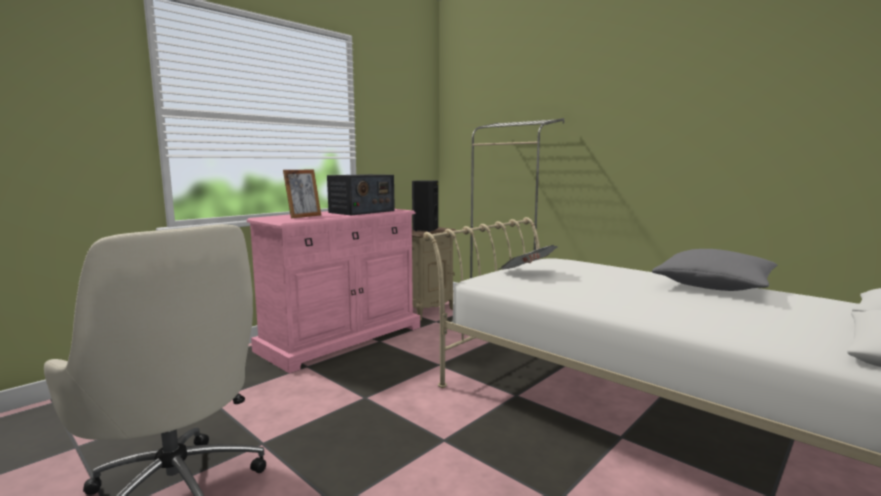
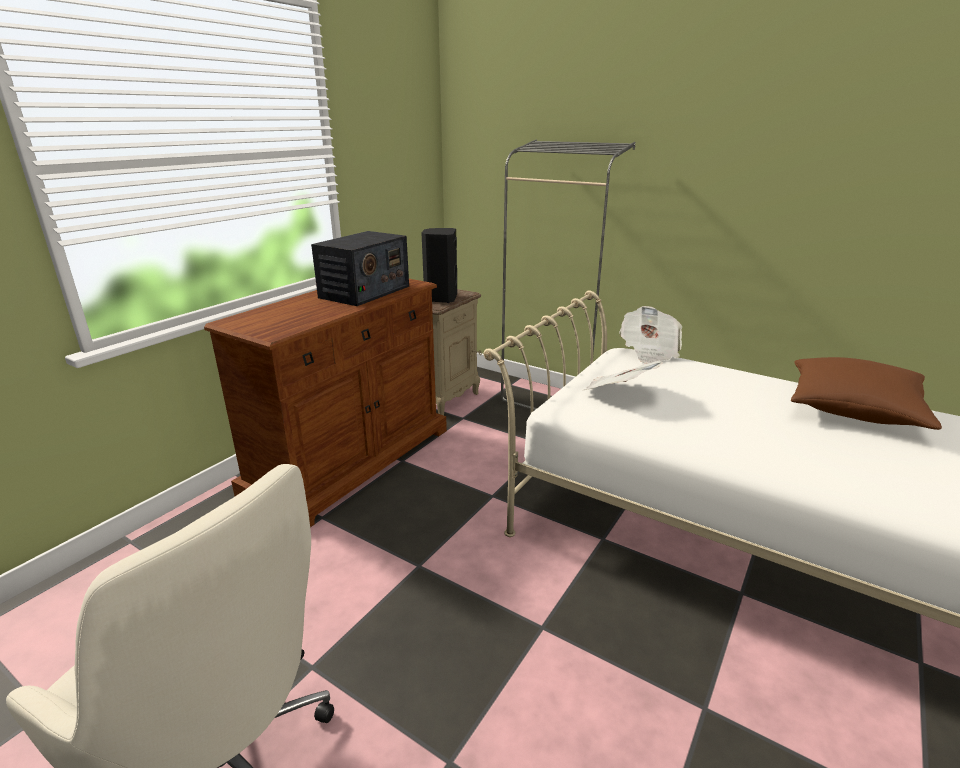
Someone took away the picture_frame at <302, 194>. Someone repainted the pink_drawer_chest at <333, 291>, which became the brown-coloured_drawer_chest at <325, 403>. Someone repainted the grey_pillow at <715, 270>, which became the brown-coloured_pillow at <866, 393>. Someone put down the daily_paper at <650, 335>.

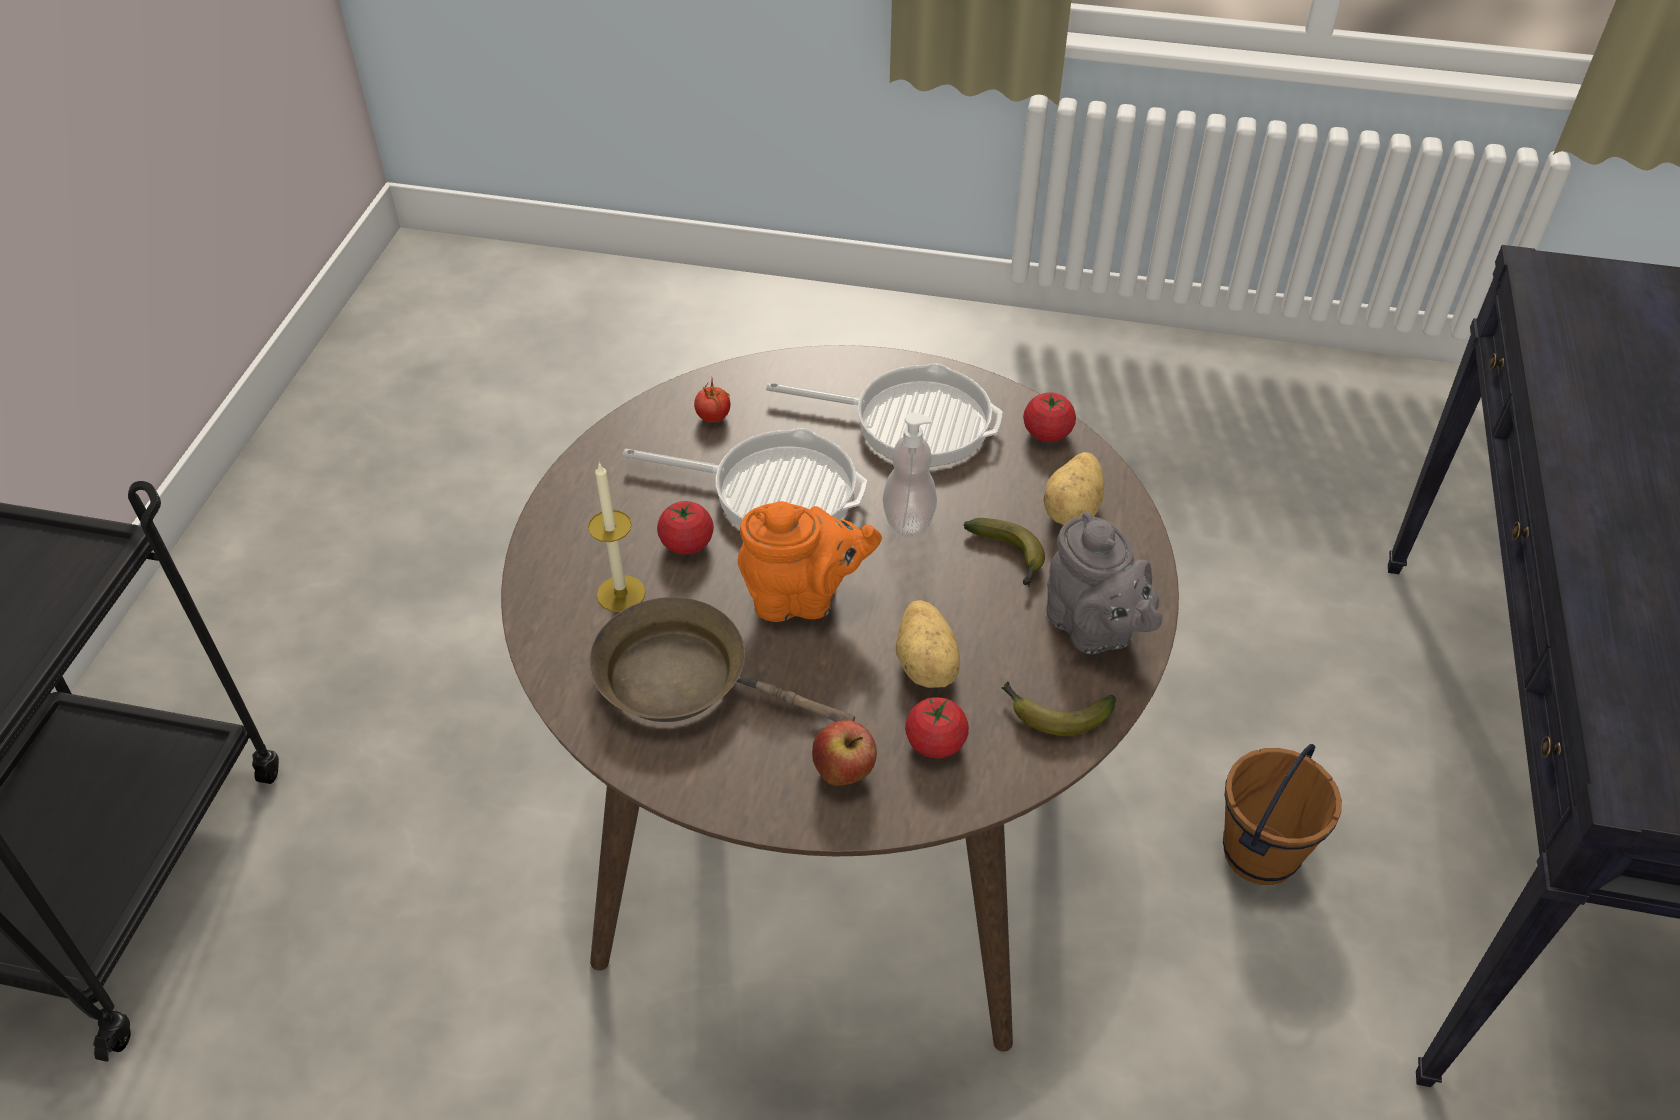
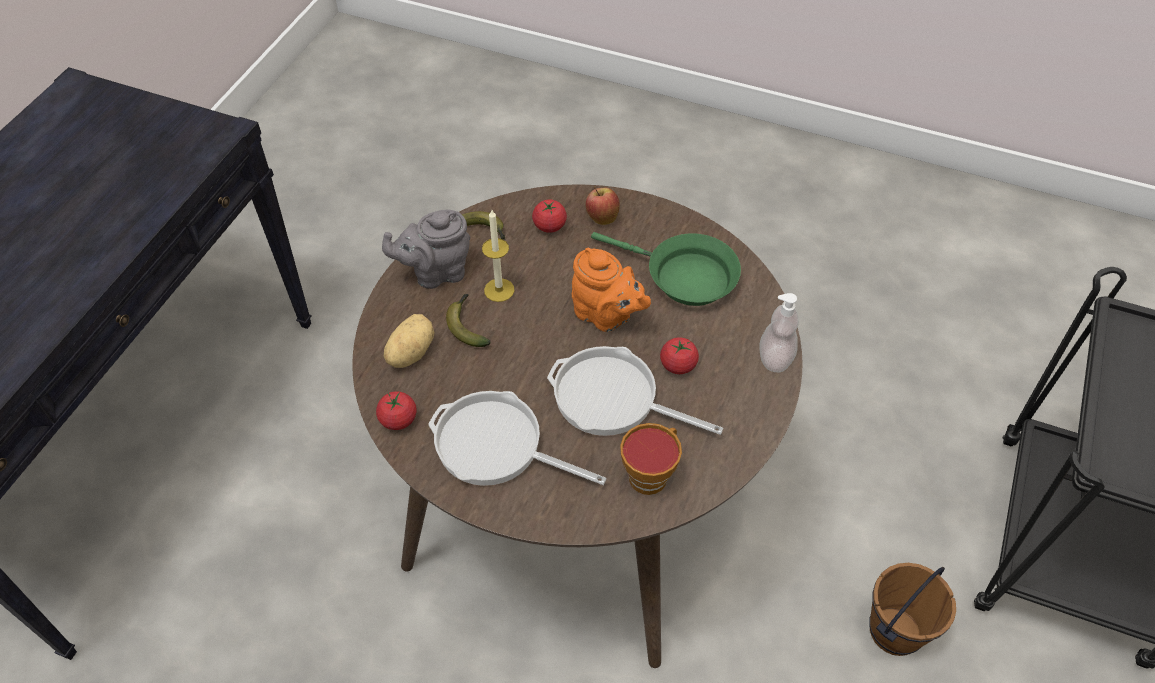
Someone swapped the whole_tomato at <712, 401> for the small_cup at <651, 459>. Someone carried the soap_bottle from <910, 474> to <779, 332>. Someone carried the wax_candle from <617, 537> to <498, 256>. Someone rotated the orange-coloured_tea_pot at <810, 561> by 150 degrees counterclockwise. Someone rotated the grey_tea_pot at <1104, 583> by 90 degrees counterclockwise. Someone repainted the brown-coloured_skillet at <722, 659>, which became the green-coloured_skillet at <666, 269>. Someone took away the spud at <928, 644>. Someone carried the brown-coloured_water_bucket from <1282, 814> to <912, 609>.

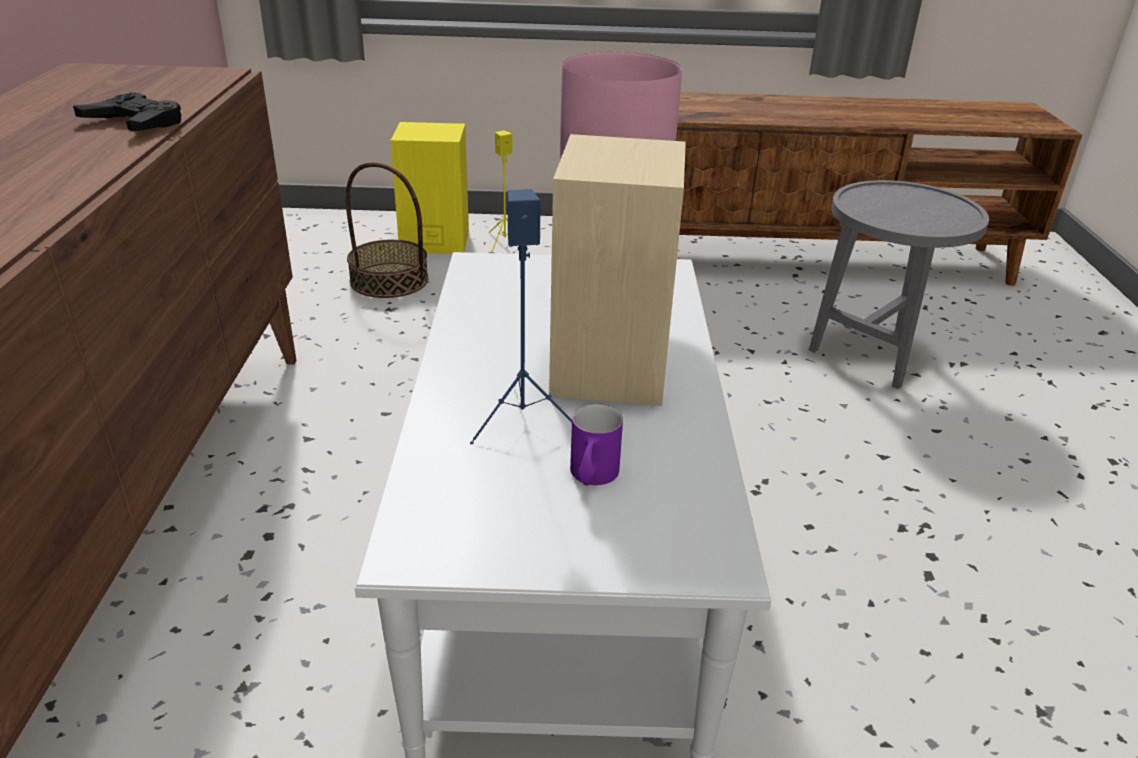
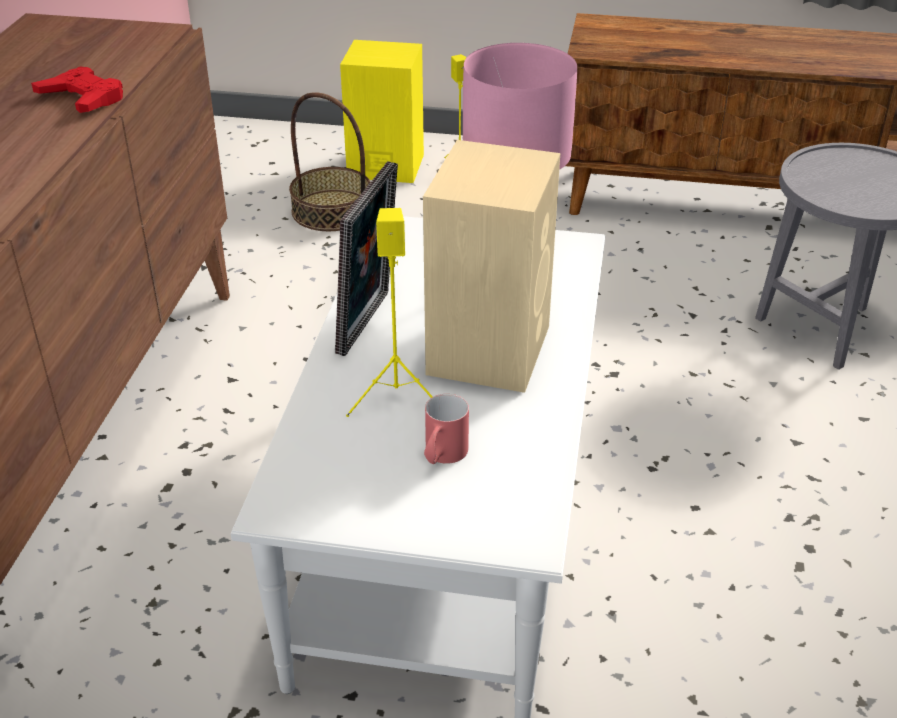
Someone repainted the blackish_game_controller at <127, 112>, which became the red-coloured_game_controller at <77, 89>. Someone repainted the blue_speaker at <521, 316>, which became the yellow-coloured_speaker at <389, 312>. Someone repainted the purple-coloured_mug at <596, 445>, which became the red-coloured_mug at <446, 429>. Someone put down the picture_frame at <366, 258>.

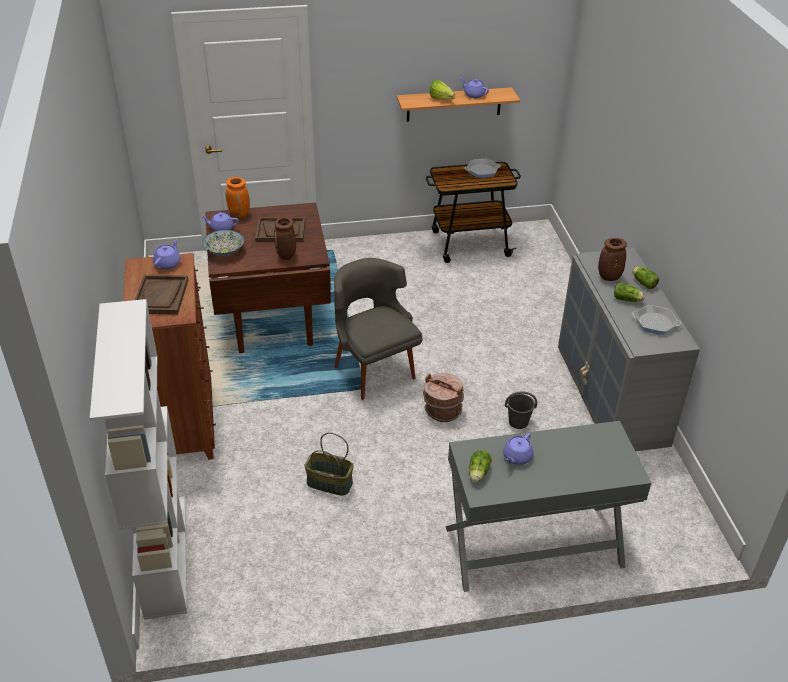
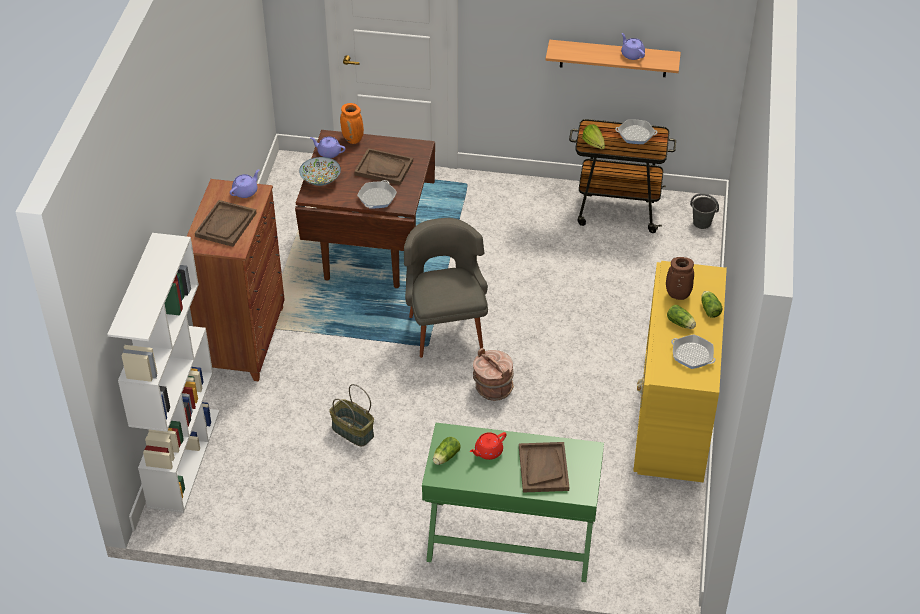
Someone carried the lettuce from <442, 90> to <593, 136>. Someone swapped the brown-coloured_vase at <285, 238> for the skillet at <377, 194>. Someone repainted the grey_cabinet at <629, 349>, which became the yellow-coloured_cabinet at <680, 372>. Someone carried the grey_water_bucket from <521, 410> to <704, 211>. Someone repainted the grey_hall_table at <549, 506>, which became the green-coloured_hall_table at <513, 502>. Someone repainted the purple-coloured_tea_pot at <518, 449>, which became the red-coloured_tea_pot at <488, 446>. Someone put down the brown-coloured_carrying_tray at <544, 467>.

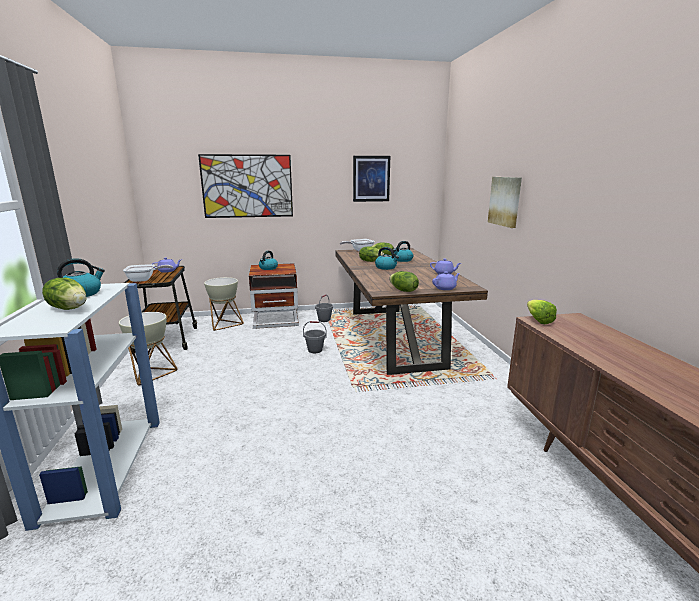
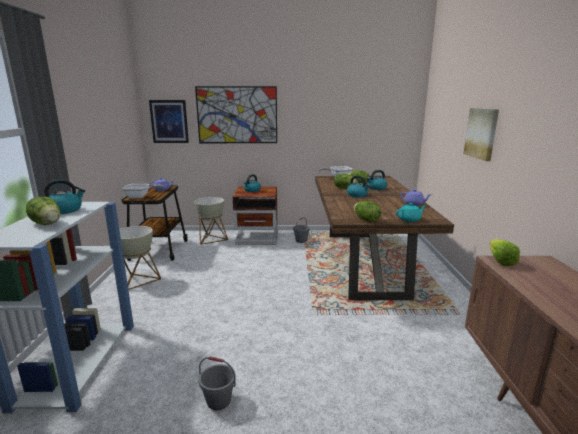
Someone carried the picture from <371, 179> to <169, 121>. Someone repainted the purple-coloured_tea_pot at <446, 281>, which became the turquoise_tea_pot at <411, 212>. Someone carried the grey_water_bucket from <315, 337> to <217, 383>.

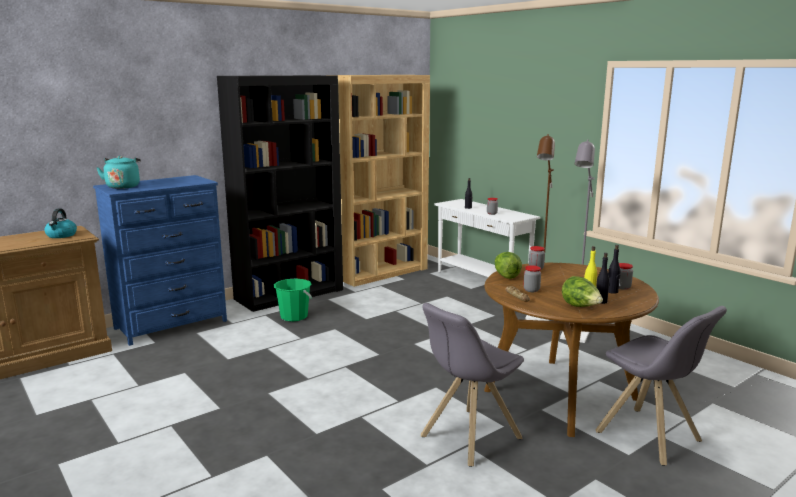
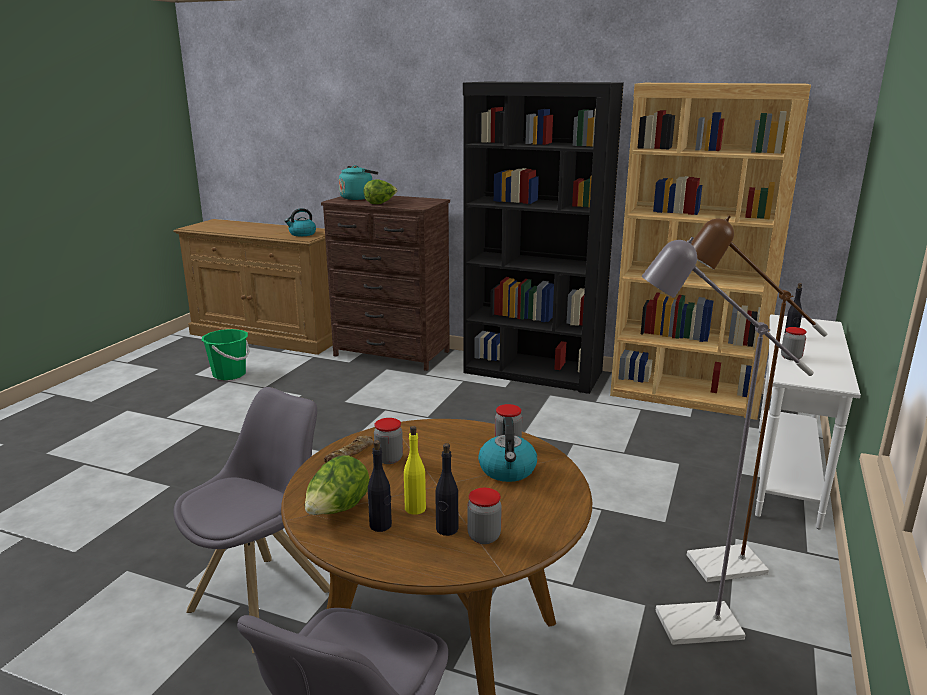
Someone repainted the blue_drawer_chest at <160, 260>, which became the brown-coloured_drawer_chest at <385, 283>. Someone carried the lettuce from <508, 265> to <381, 192>. Someone carried the green-coloured_water_bucket from <292, 300> to <225, 354>. Someone rotated the grey_upright_chair at <472, 385> by 105 degrees clockwise. Someone put down the tea_kettle at <507, 449>.

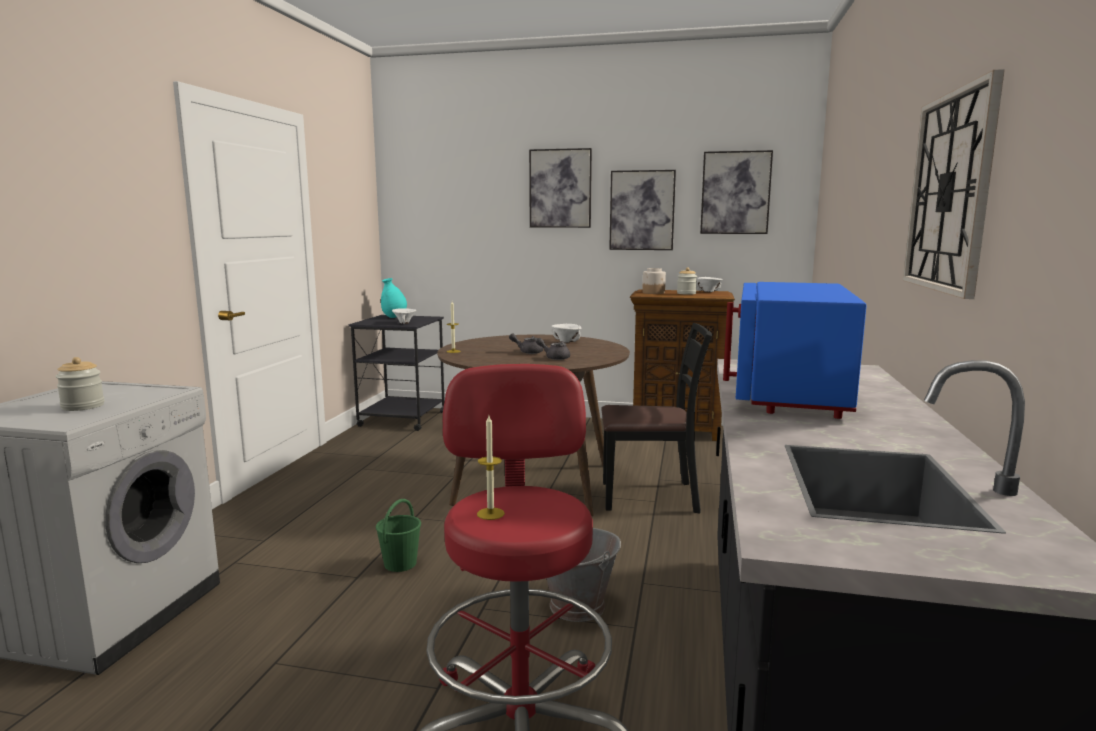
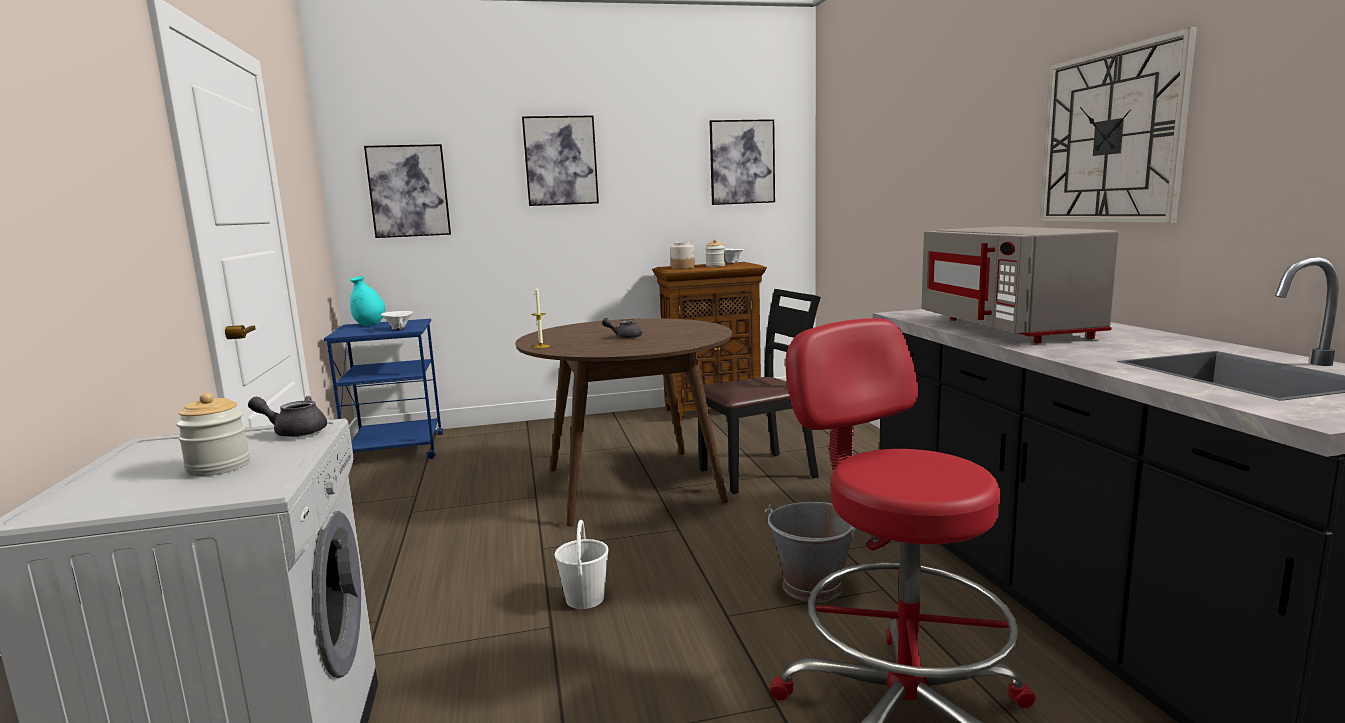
Someone carried the picture from <642, 210> to <407, 191>. Someone repainted the blue_microwave at <795, 350>, which became the grey_microwave at <1020, 284>. Someone repainted the blackish_trolley at <397, 373>, which became the blue_trolley at <383, 392>. Someone took away the white_serving_bowl at <566, 333>. Someone carried the grey_tea_pot from <553, 349> to <287, 416>. Someone took away the wax_candle at <491, 467>. Someone repainted the green-coloured_water_bucket at <398, 535>, which became the white_water_bucket at <582, 564>.

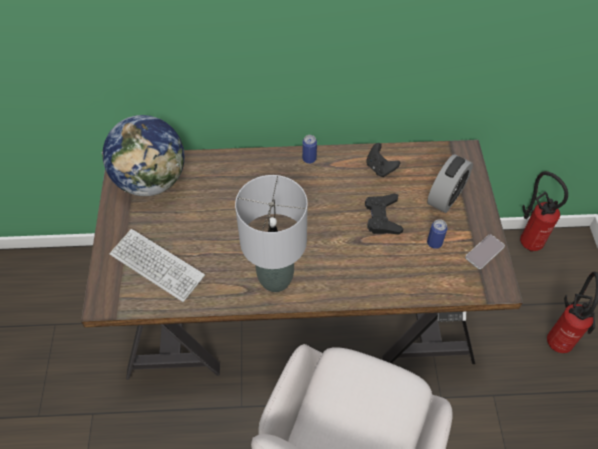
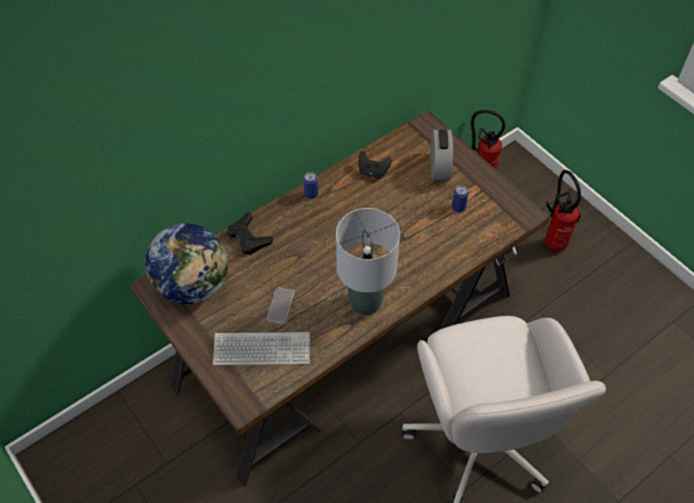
Someone carried the blackish_game_controller from <384, 214> to <250, 233>. Someone carried the phone from <485, 252> to <280, 306>.

